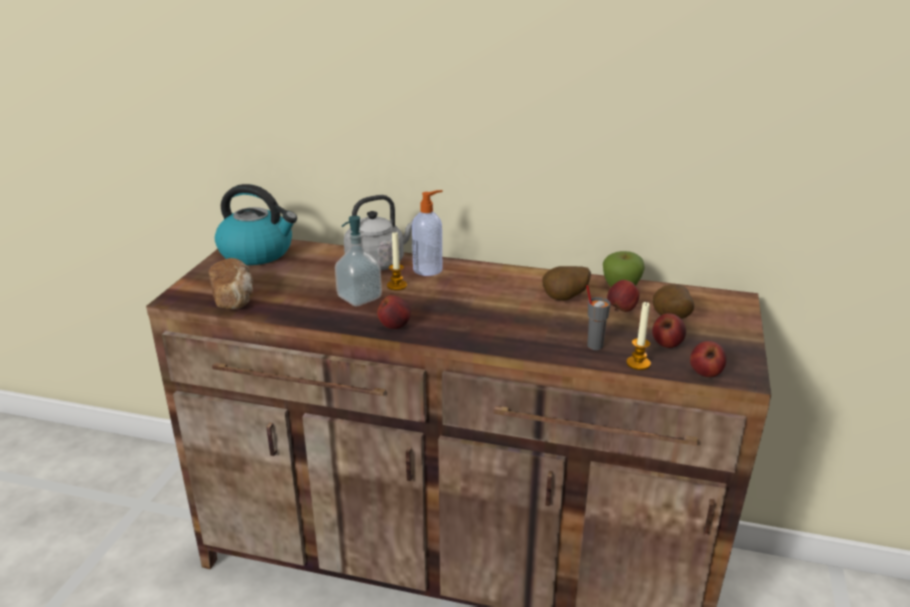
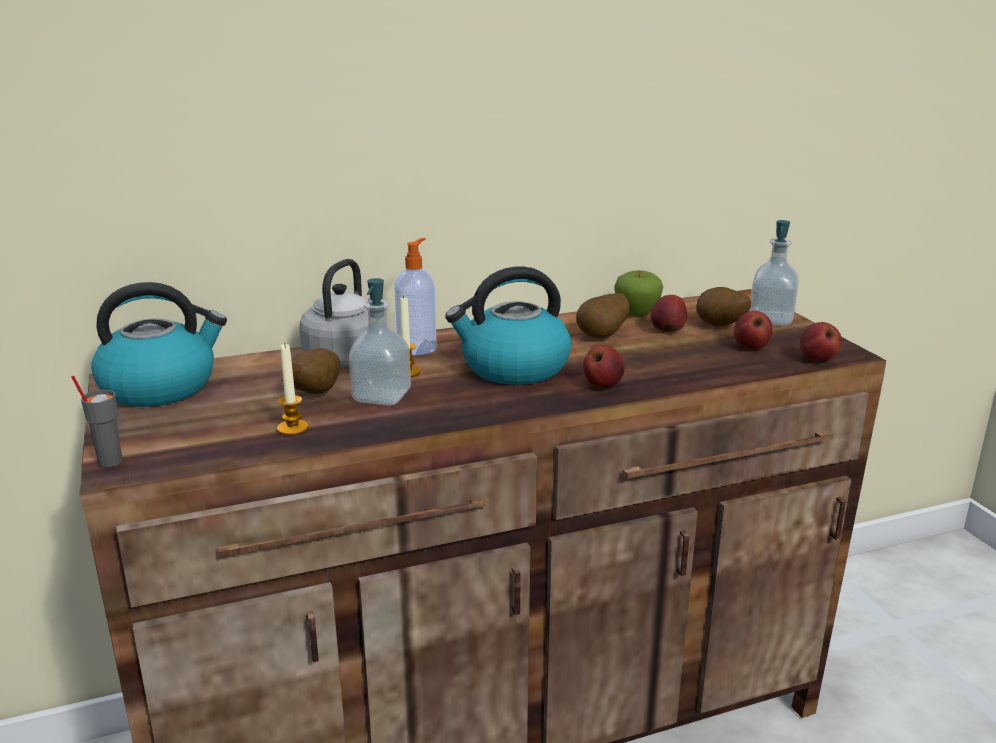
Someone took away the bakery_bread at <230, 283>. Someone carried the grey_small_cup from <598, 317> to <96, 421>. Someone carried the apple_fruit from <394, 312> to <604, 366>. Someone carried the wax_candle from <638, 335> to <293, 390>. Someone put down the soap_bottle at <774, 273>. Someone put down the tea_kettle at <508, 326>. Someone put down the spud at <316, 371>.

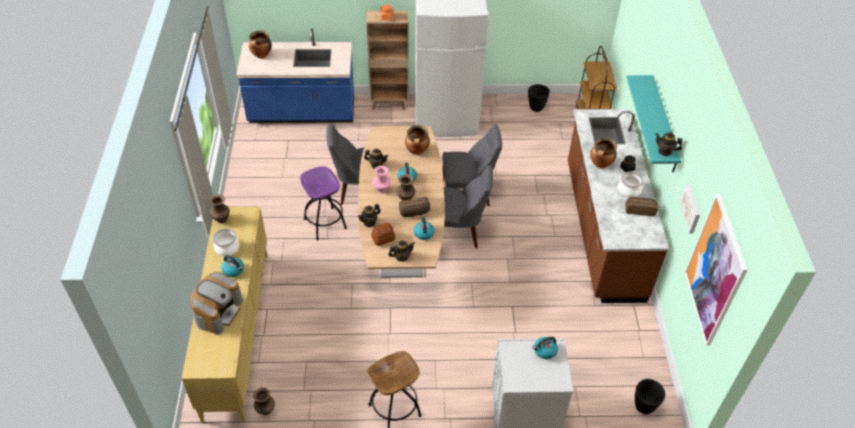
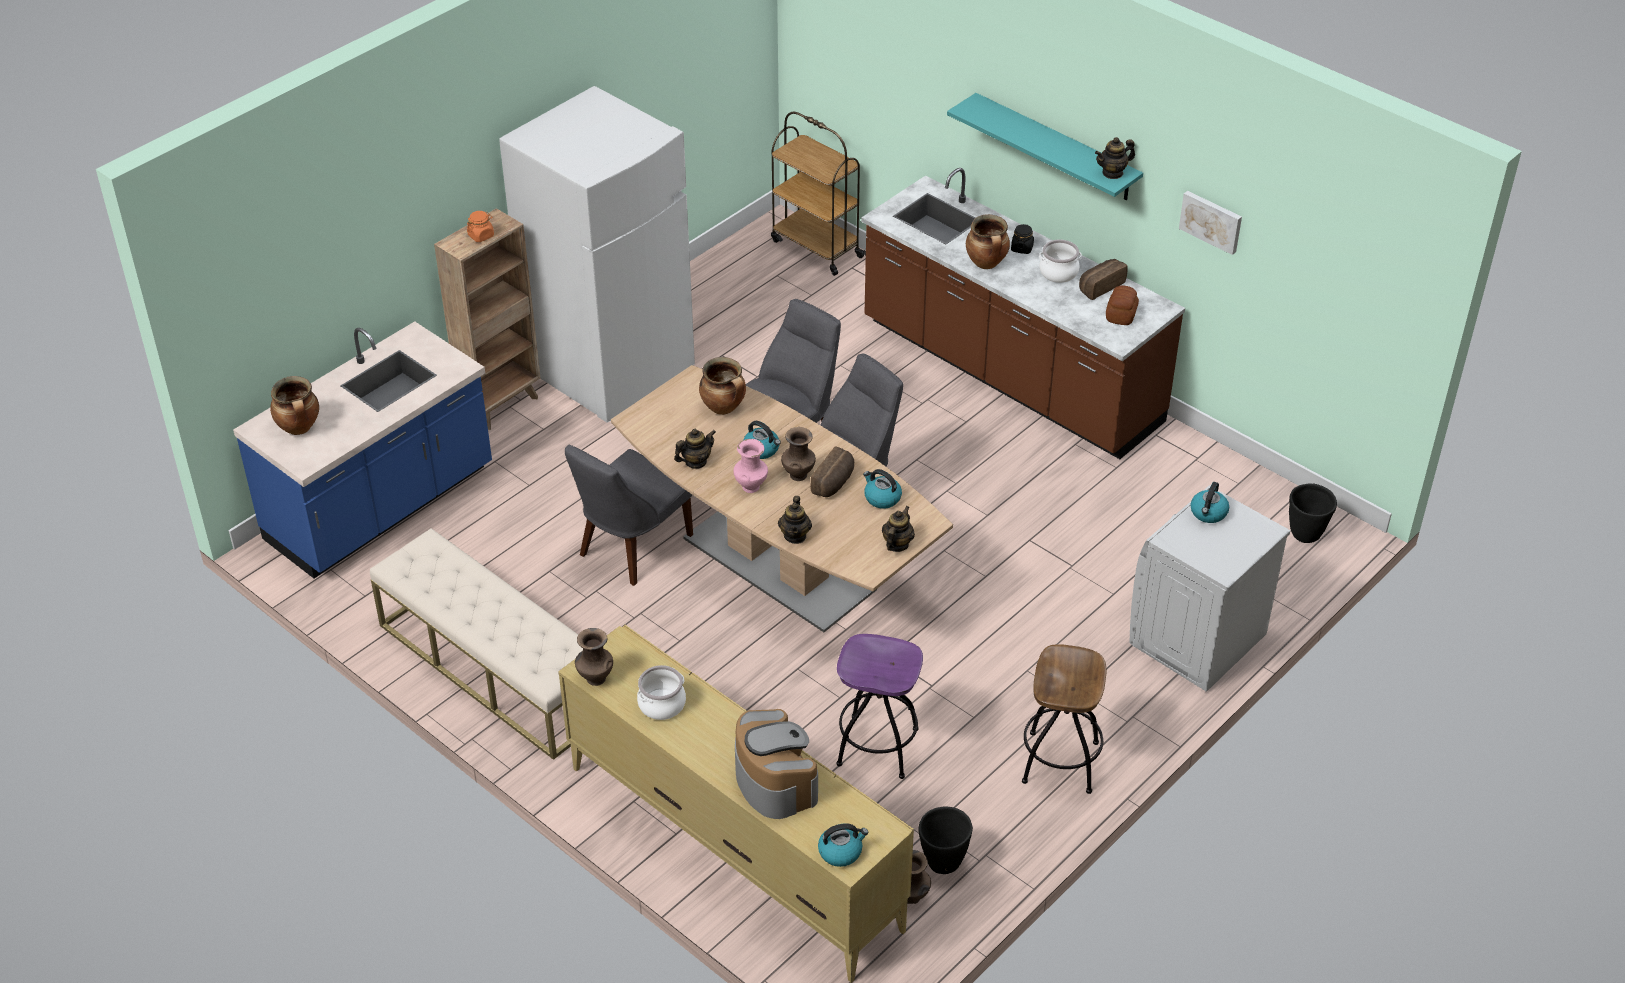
Someone carried the blackish_flower_pot from <539, 98> to <945, 840>. Someone carried the purple-coloured_sitting_stool from <323, 203> to <880, 706>. Someone took away the picture at <716, 270>. Someone carried the bakery_bread from <383, 234> to <1122, 305>. Someone carried the tea_kettle from <232, 266> to <843, 845>. Someone put down the beige_indoor_bench at <476, 644>.

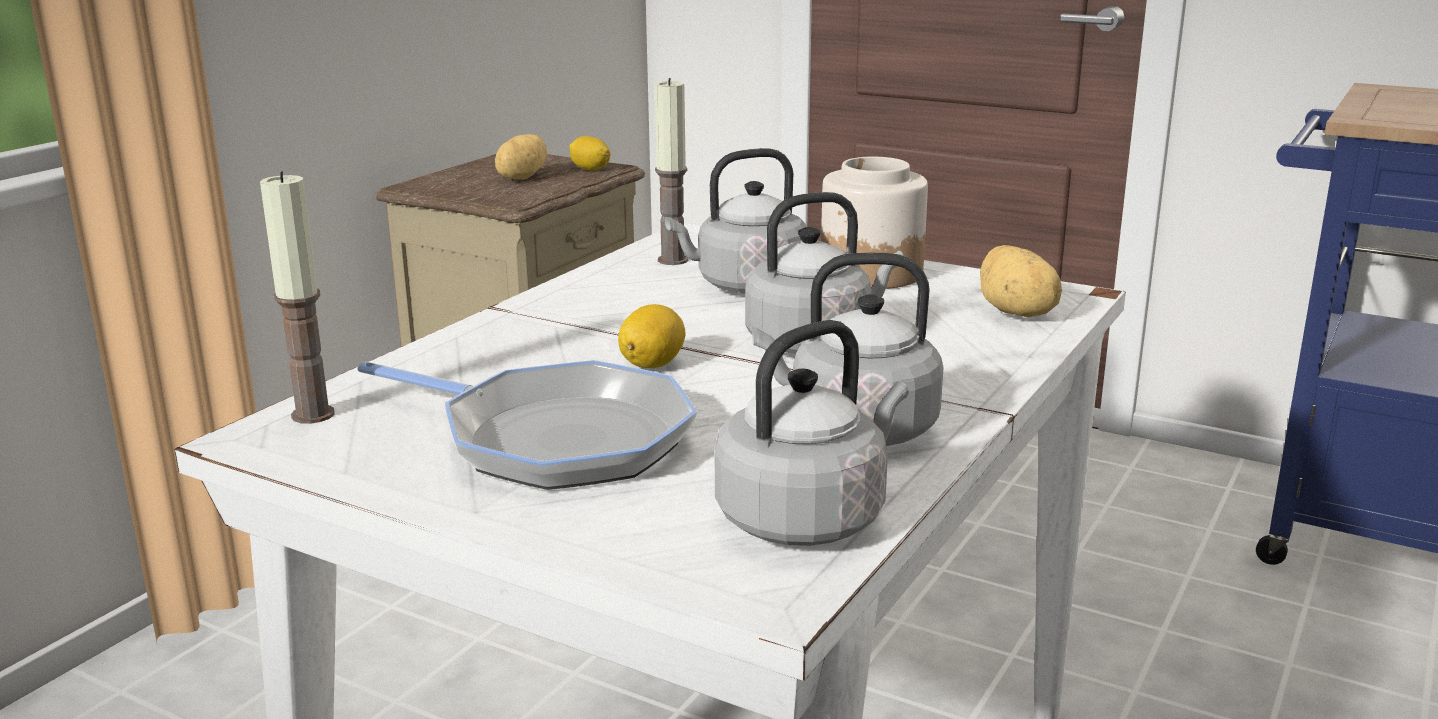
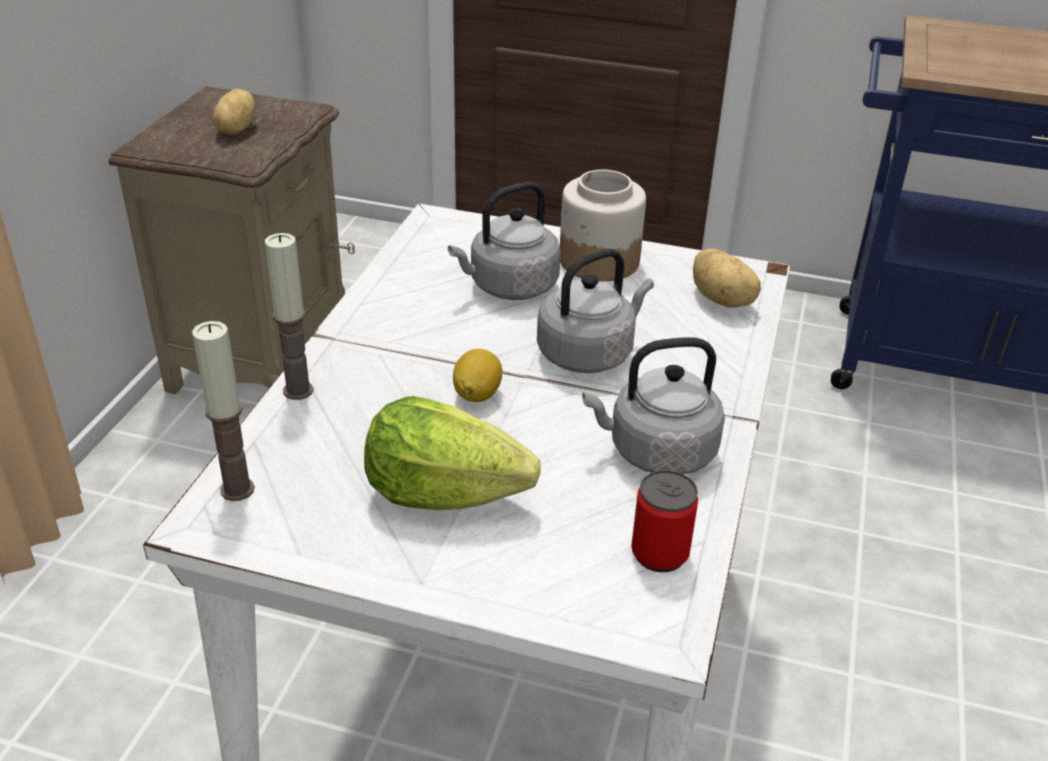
Someone carried the wax_candle from <671, 171> to <289, 316>. Someone took away the citrus_fruit at <590, 153>. Someone swapped the grey_tea_kettle at <812, 433> for the can at <664, 521>. Someone swapped the skillet at <527, 425> for the lettuce at <452, 453>.

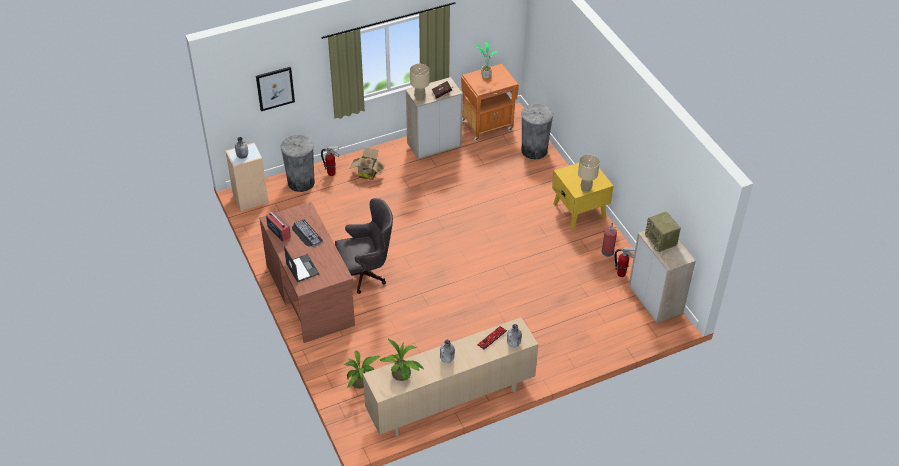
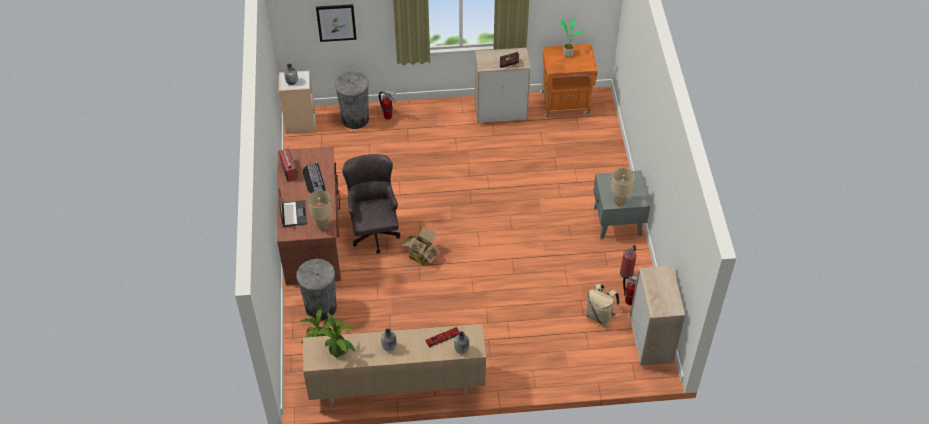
Someone carried the beige_lamp_for_a_table from <419, 82> to <320, 210>. Someone carried the grey_rubbish_bin from <537, 131> to <316, 289>. Someone carried the cardboard_box from <367, 164> to <420, 246>. Someone repainted the yellow-coloured_nightstand at <582, 196>, which became the grey_nightstand at <621, 204>. Someone rotated the grey_desk_chair at <364, 246> by 105 degrees counterclockwise. Someone took away the radio at <663, 231>. Someone put down the beige_rucksack at <603, 304>.

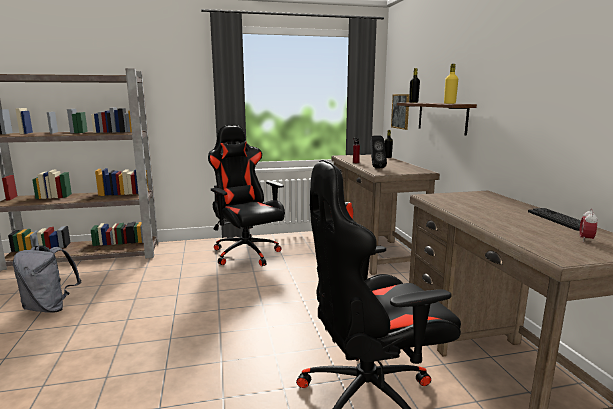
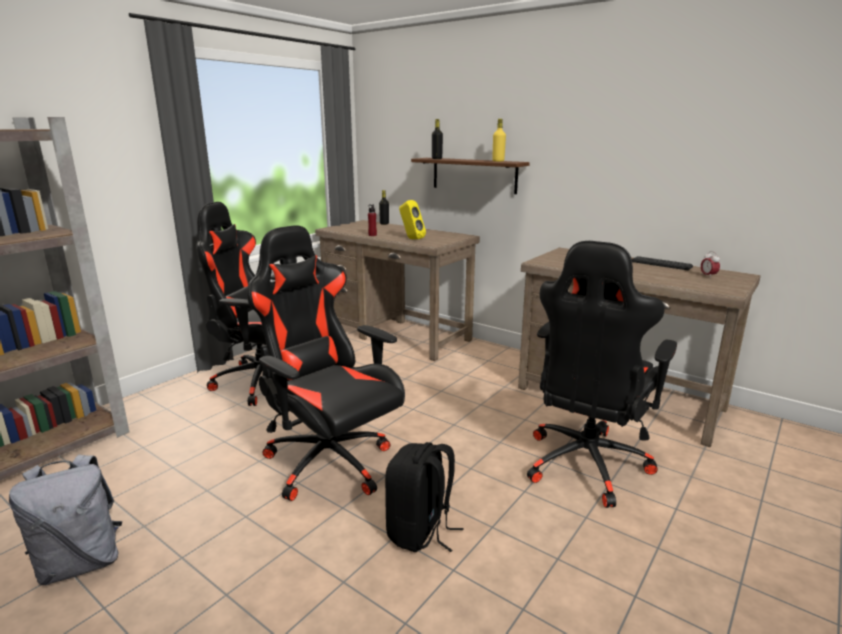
Someone took away the picture at <400, 112>. Someone repainted the blackish_speaker at <378, 152>, which became the yellow-coloured_speaker at <412, 219>. Someone put down the blackish_desk_chair at <326, 363>. Someone put down the blackish_rucksack at <424, 497>.

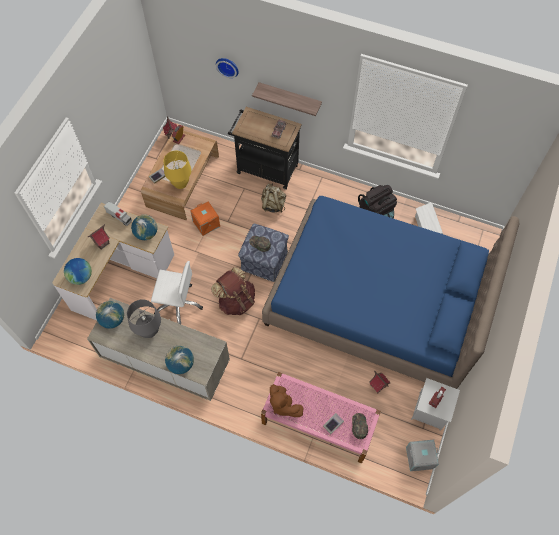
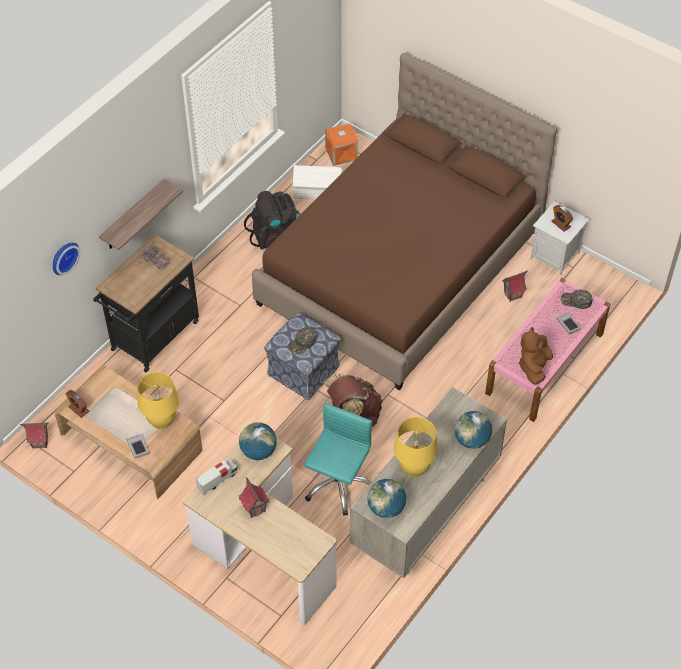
Someone took away the beige_rucksack at <273, 197>. Someone repainted the blue_bed at <390, 292>, which became the brown-coloured_bed at <404, 221>. Someone carried the orange-coloured_storage_box from <205, 218> to <342, 144>. Someone took away the globe at <78, 271>. Someone repainted the white_desk_chair at <177, 293>, which became the turquoise_desk_chair at <338, 459>. Someone repainted the grey_lamp_for_a_table at <144, 318>, which became the yellow-coloured_lamp_for_a_table at <416, 447>. Someone rotated the brown-coloured_cuddly_toy at <287, 400> by 135 degrees clockwise. Someone took away the grey_storage_box at <422, 455>.

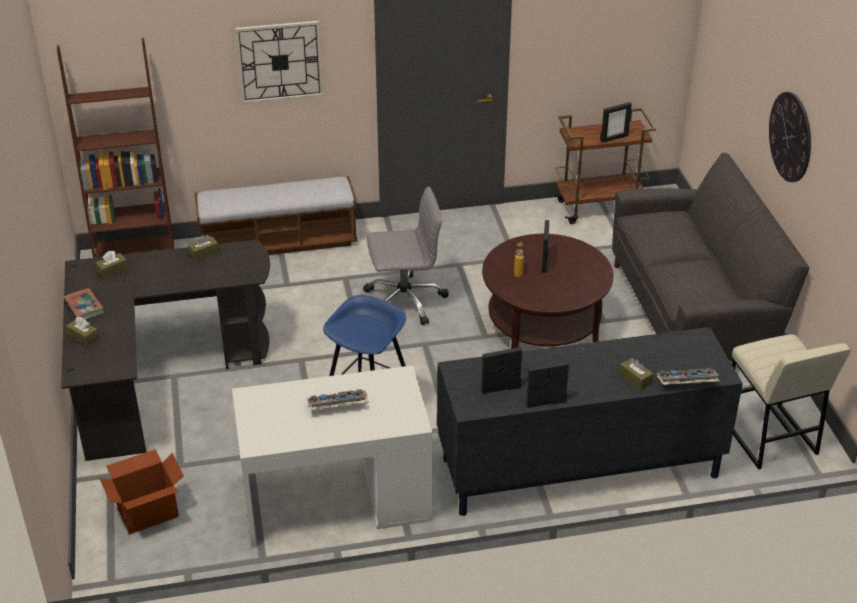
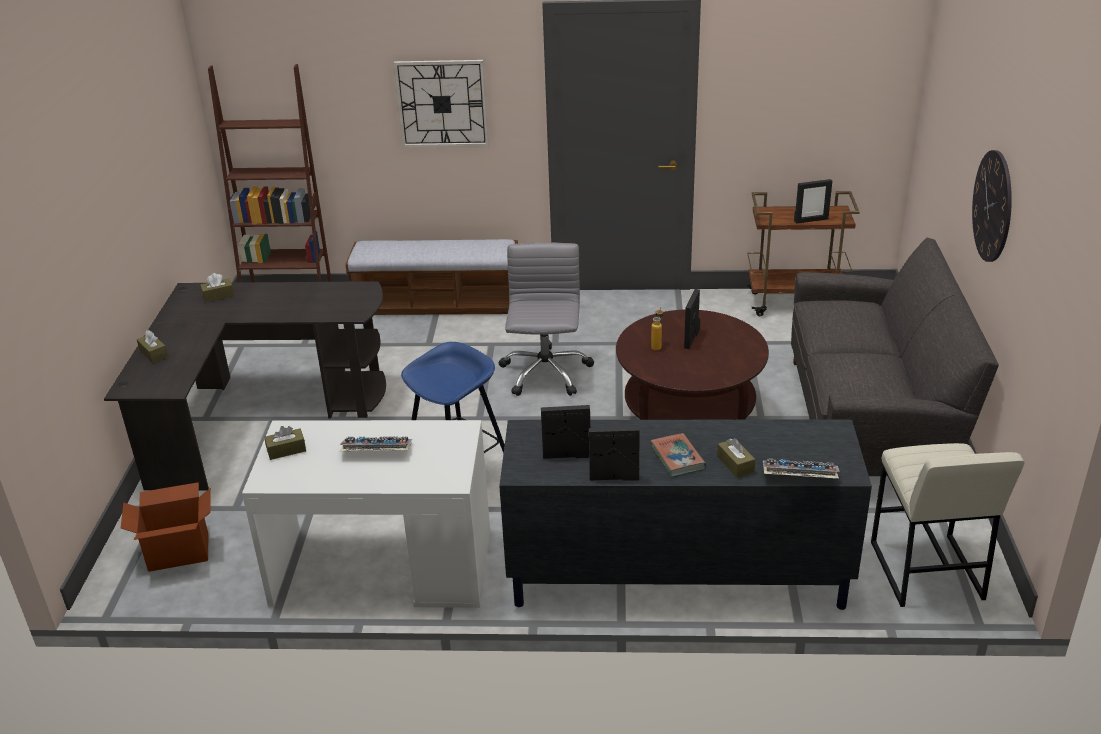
Someone rotated the grey_desk_chair at <406, 256> by 90 degrees counterclockwise. Someone carried the brown-coloured_box_of_tissues from <203, 248> to <285, 443>. Someone carried the bound_book from <84, 304> to <678, 455>.

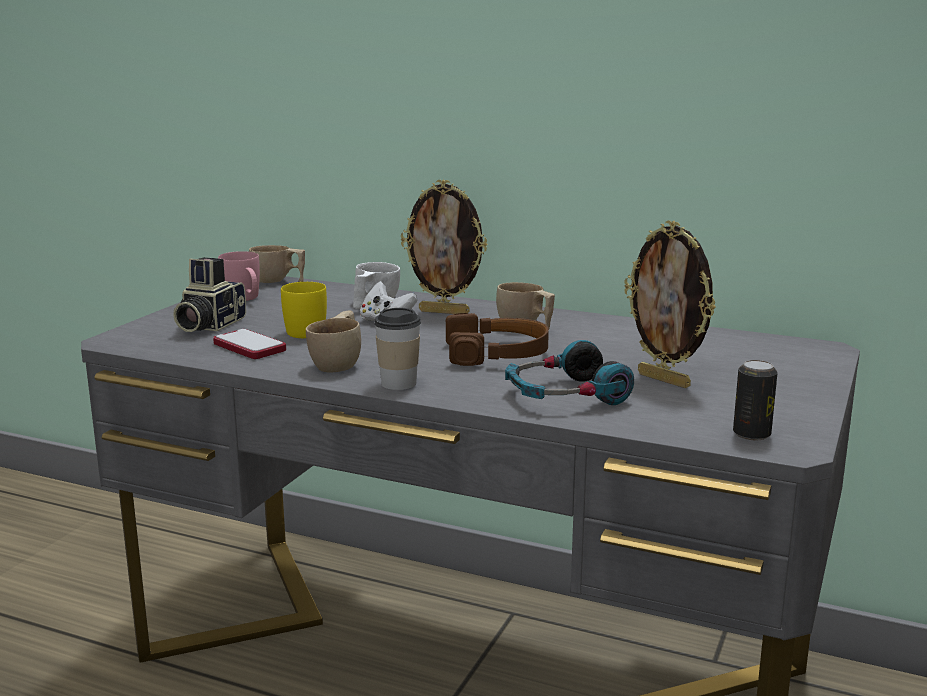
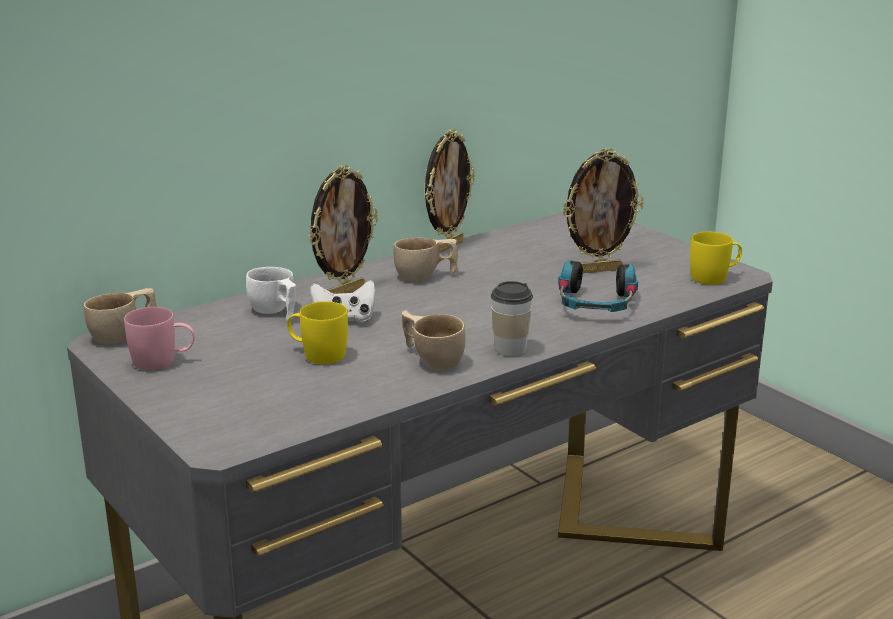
Someone took away the photo_camera at <209, 294>. Someone took away the brown-coloured_pair_of_headphones at <497, 339>. Someone took away the phone at <249, 344>. Someone swapped the can at <755, 400> for the yellow-coloured_mug at <716, 258>. Someone put down the picture_frame at <450, 191>.

